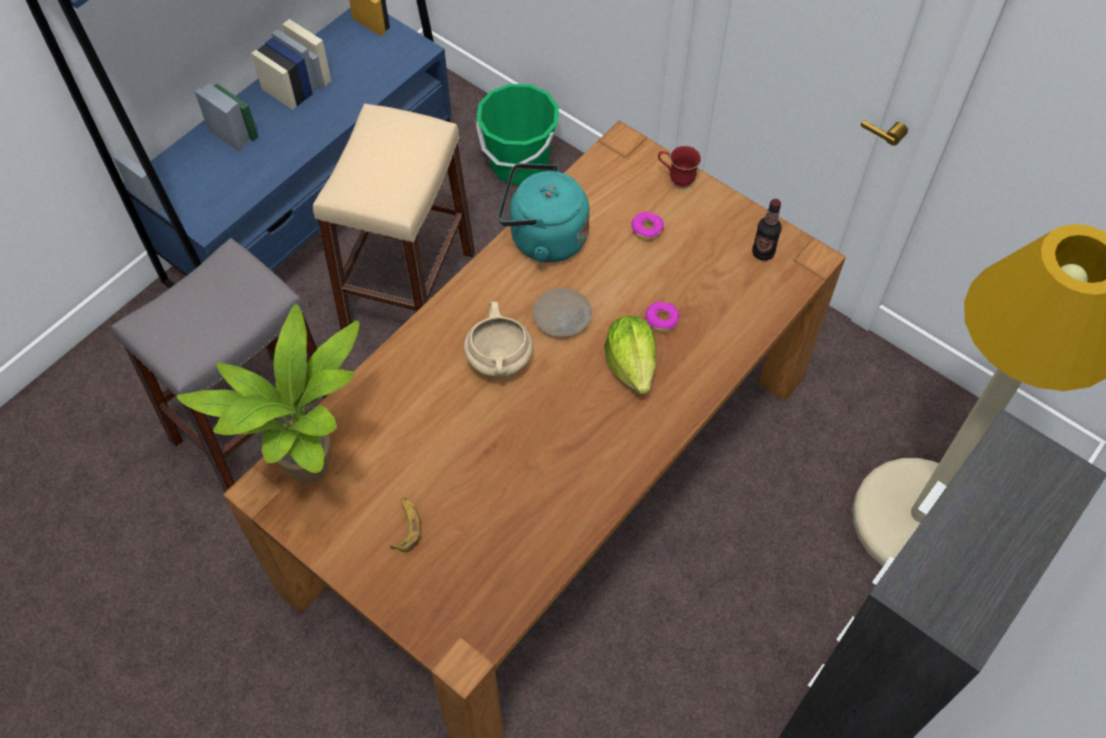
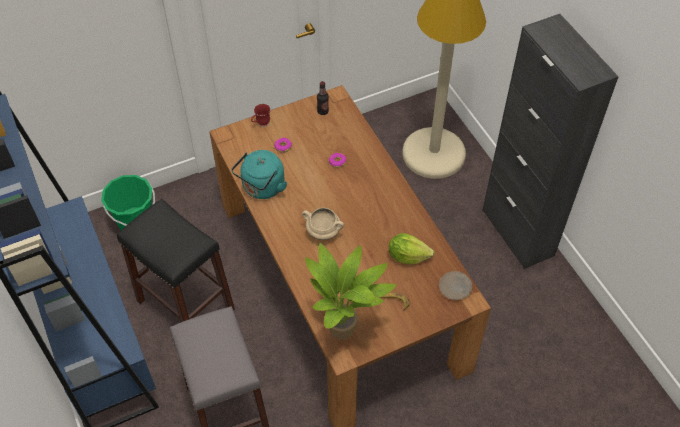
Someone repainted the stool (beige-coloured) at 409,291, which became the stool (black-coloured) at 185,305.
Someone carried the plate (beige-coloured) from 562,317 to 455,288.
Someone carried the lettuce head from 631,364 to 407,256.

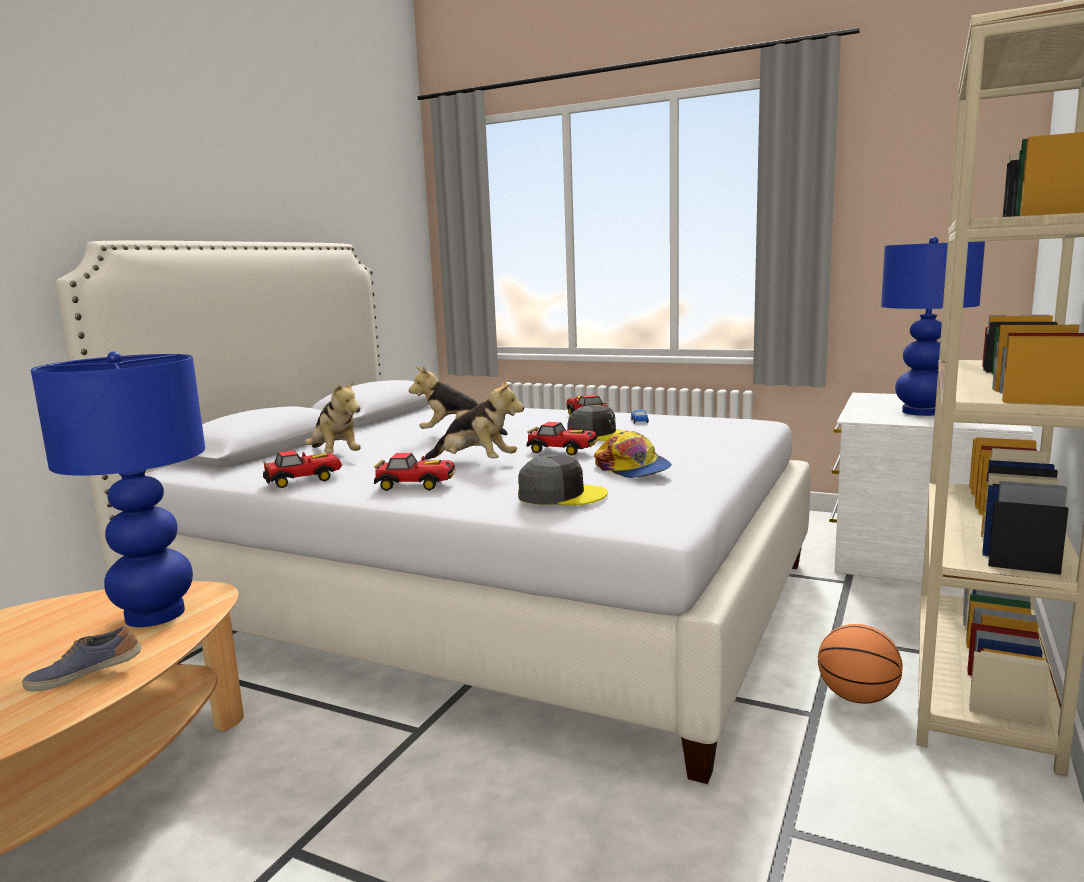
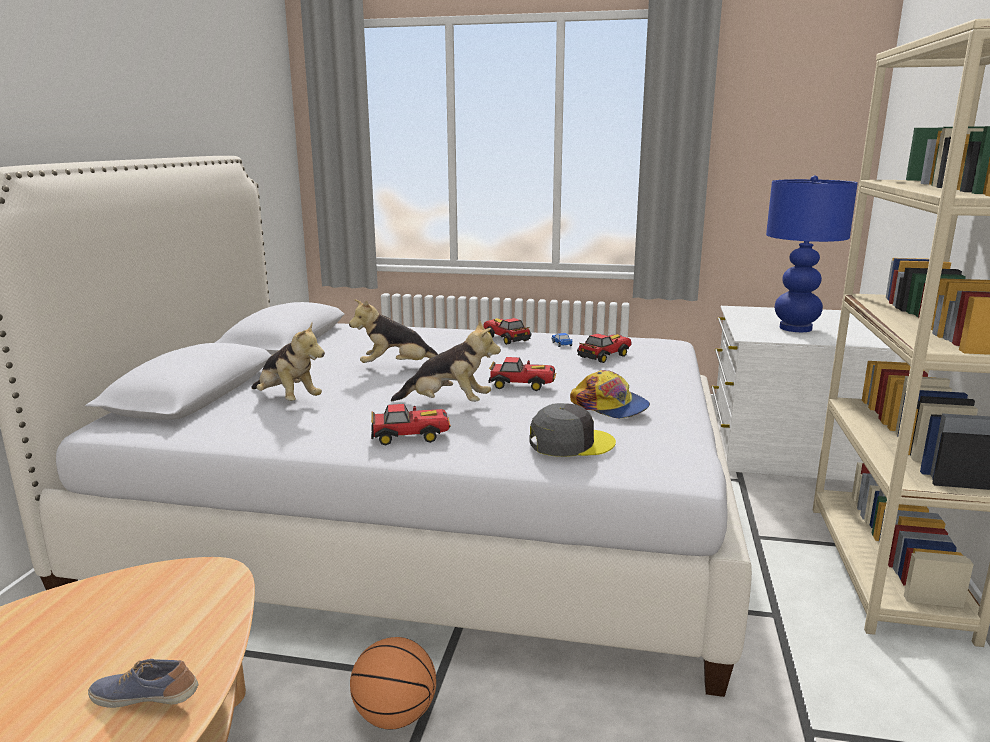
Someone took away the tabletop lamp (blue-coloured) at 154,614.
Someone took away the baseball cap (gray) at 598,434.
Someone carried the model car from 304,480 to 604,356.
Someone carried the ball for basketball from 857,698 to 395,716.
Someone rotated the shoe at 85,675 by 45 degrees clockwise.

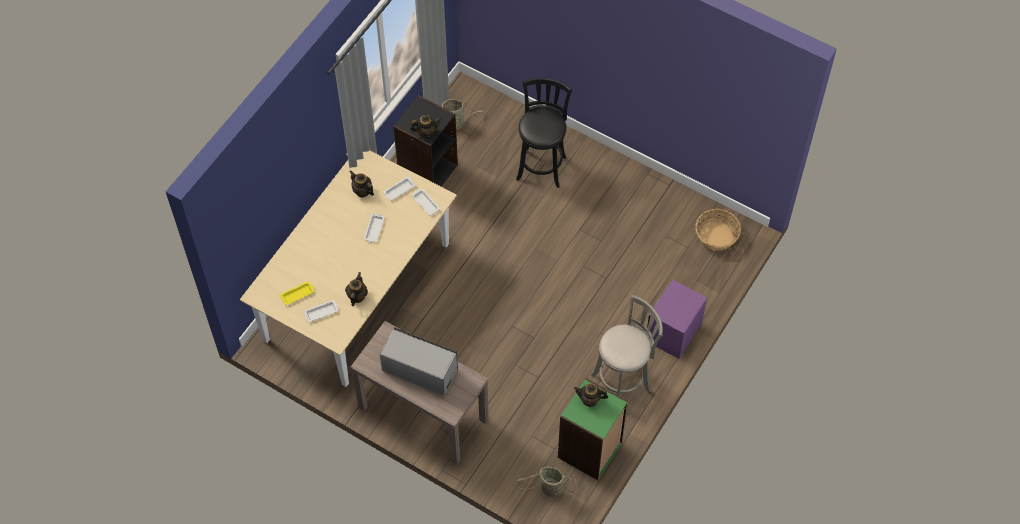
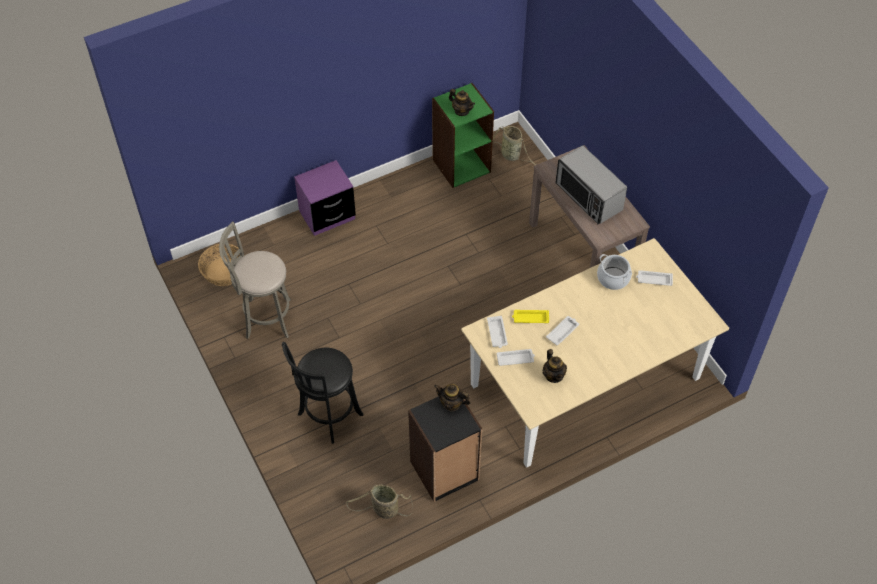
Someone swapped the teapot at 357,296 for the cooking pot at 613,278.
Someone carried the tray (yellow-coloured) from 298,294 to 530,318.
Someone carried the stool (gray) from 623,381 to 265,318.

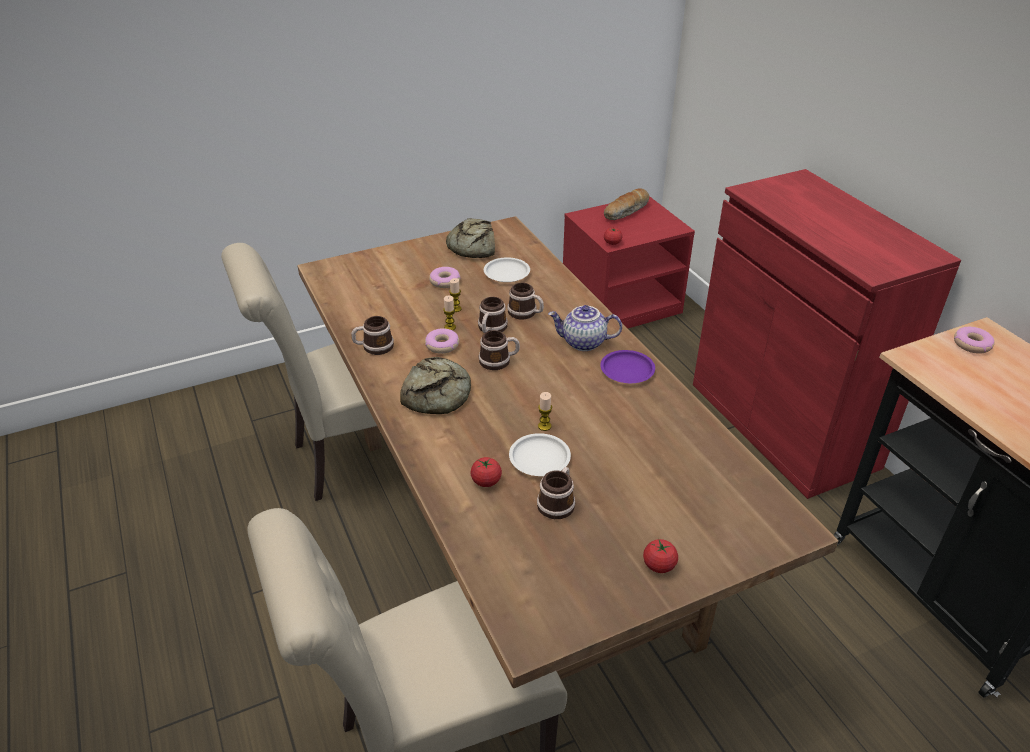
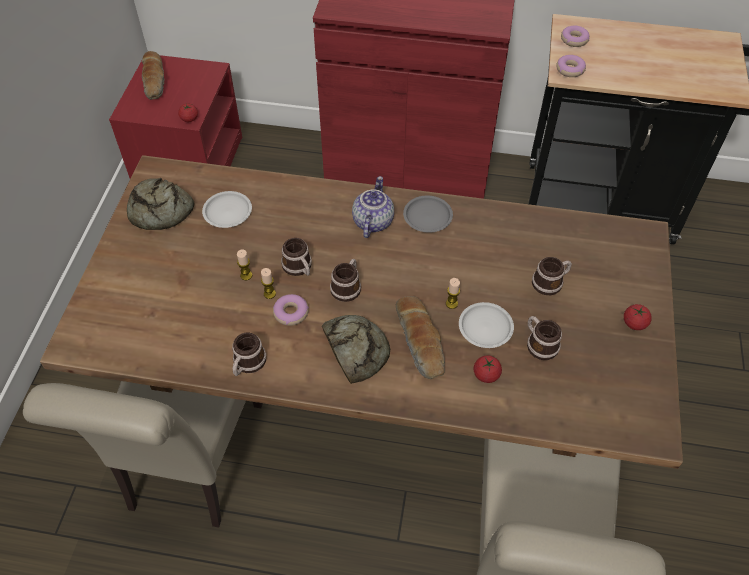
Someone carried the doughnut from 445,281 to 570,69.
Someone carried the mug from 526,313 to 550,282.
Someone rotated the teapot at 583,343 by 150 degrees clockwise.
Someone repainted the plate (purple-coloured) at 626,370, which became the plate (gray) at 427,217.
Someone put down the baked bread at 421,342.

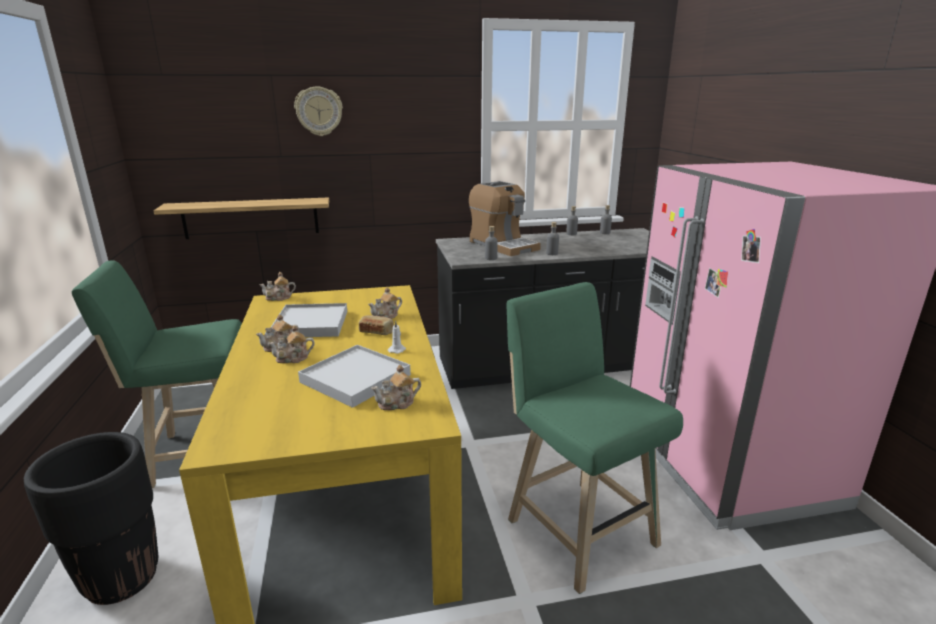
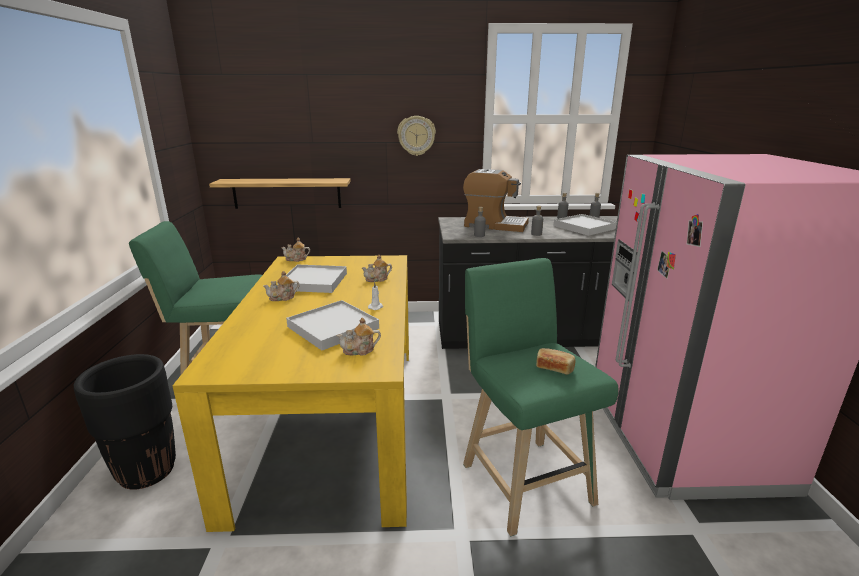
Someone carried the clock on the wall from 319,111 to 416,135.
Someone rotated the coffee maker at 502,245 by 45 degrees counterclockwise.
Someone carried the baked bread from 376,332 to 554,368.
Someone took away the teapot at 293,358.
Someone put down the tray (white-coloured) at 584,227.

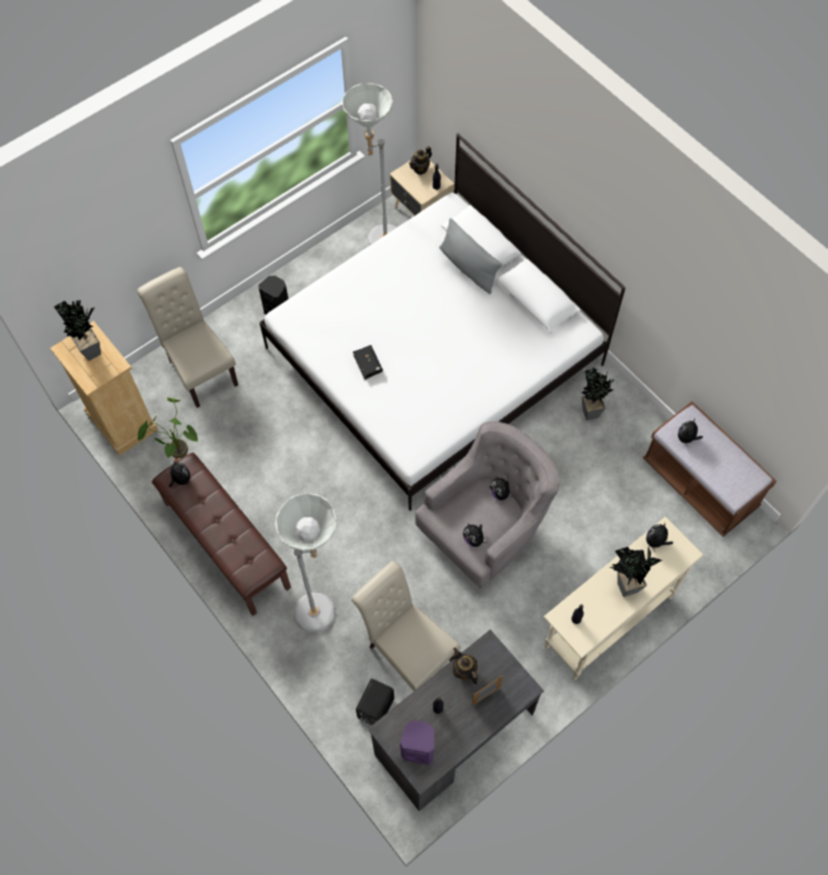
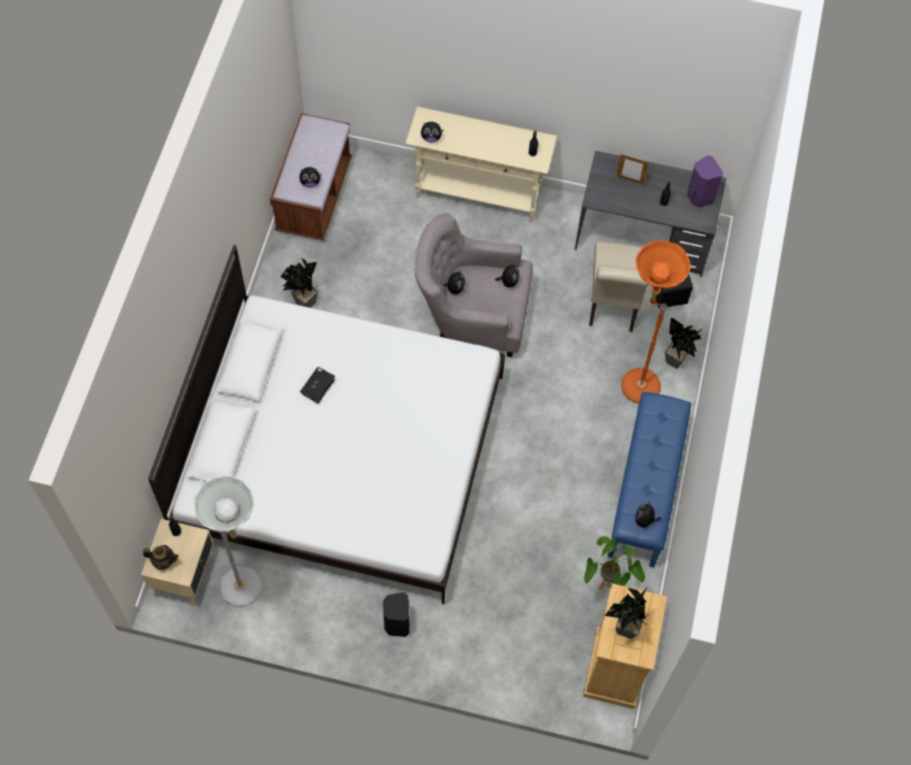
Someone took away the throw pillow (gray) at 468,268.
Someone took away the upright chair (beige-coloured) at 200,369.
Someone carried the volume (black-coloured) from 367,364 to 318,387.
Someone repainted the long seat (brown-coloured) at 225,545, which became the long seat (blue-coloured) at 645,491.
Someone repainted the floor lamp (gray) at 323,611, which became the floor lamp (orange) at 634,380.
Someone carried the plant in a pot from 623,586 to 676,363.
Someone took away the teapot at 464,671.

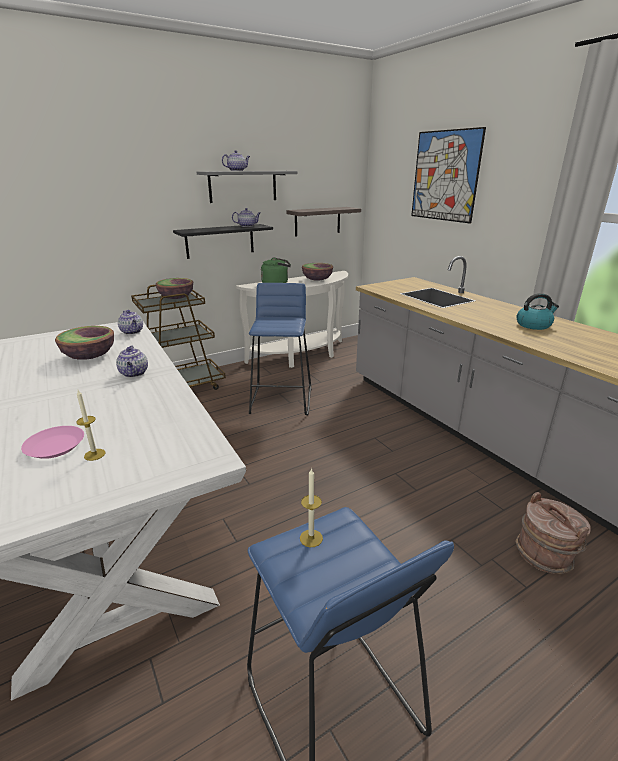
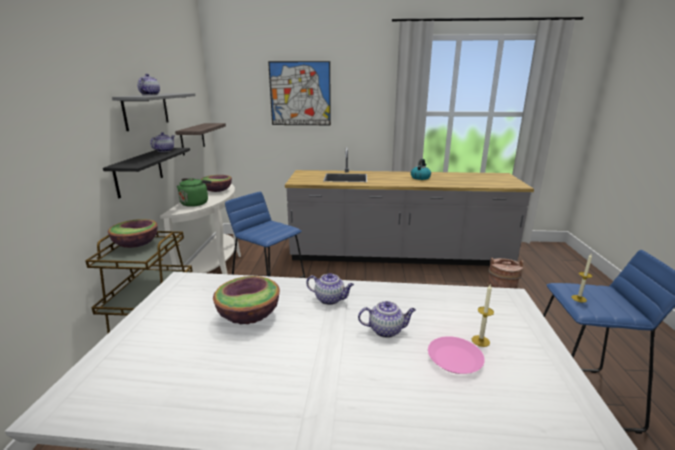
Someone carried the teapot from 132,332 to 386,330.

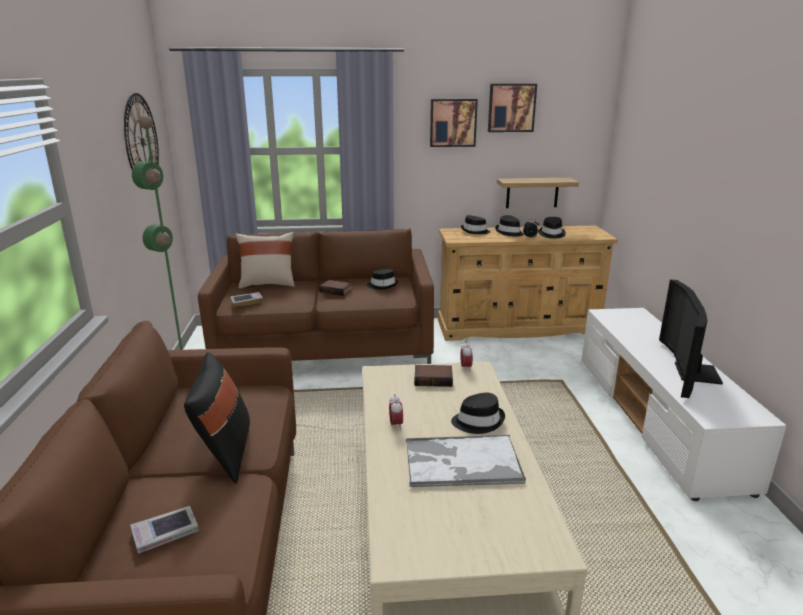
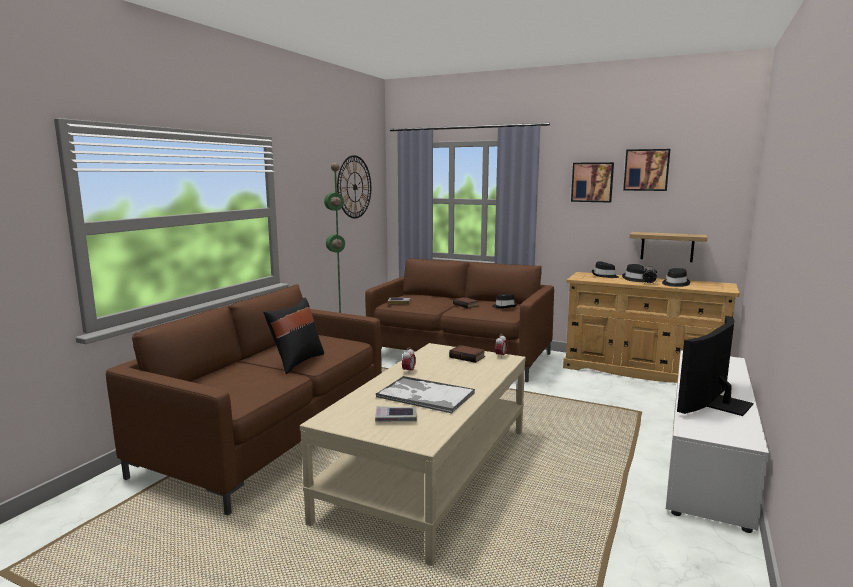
Someone took away the throw pillow (beige-coloured) at 268,284.
Someone took away the clothing hat (black-coloured) at 478,421.
Someone carried the volume from 165,533 to 396,418.

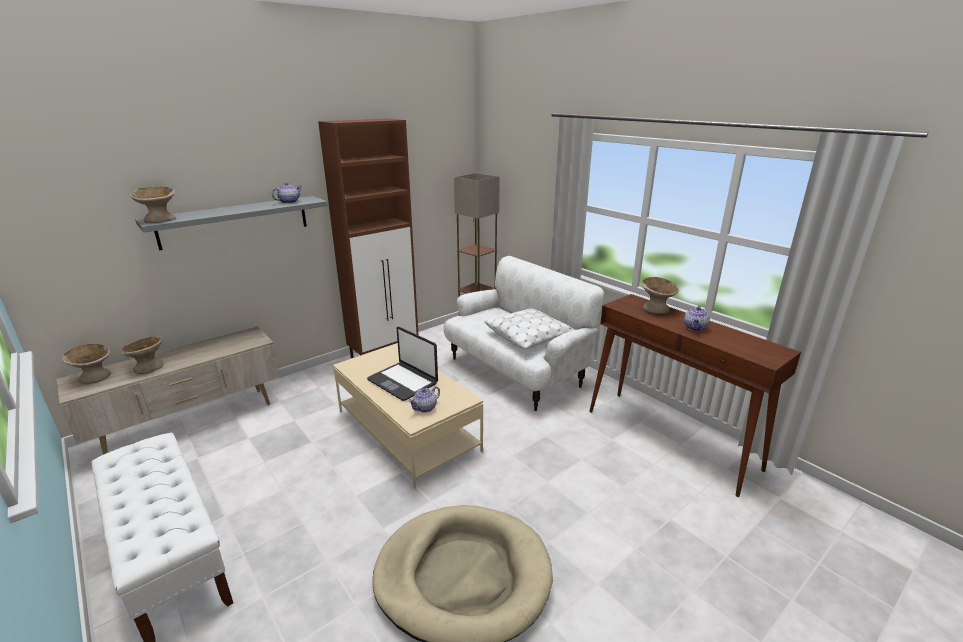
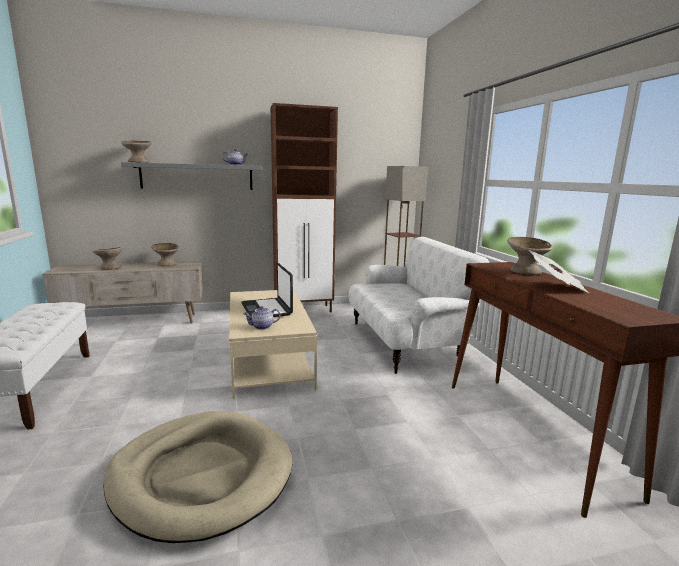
Someone swapped the teapot at 695,328 for the printed paper at 556,286.
Someone took away the throw pillow (white-coloured) at 529,336.
Someone carried the deep dish (beige-coloured) from 95,377 to 167,264.

